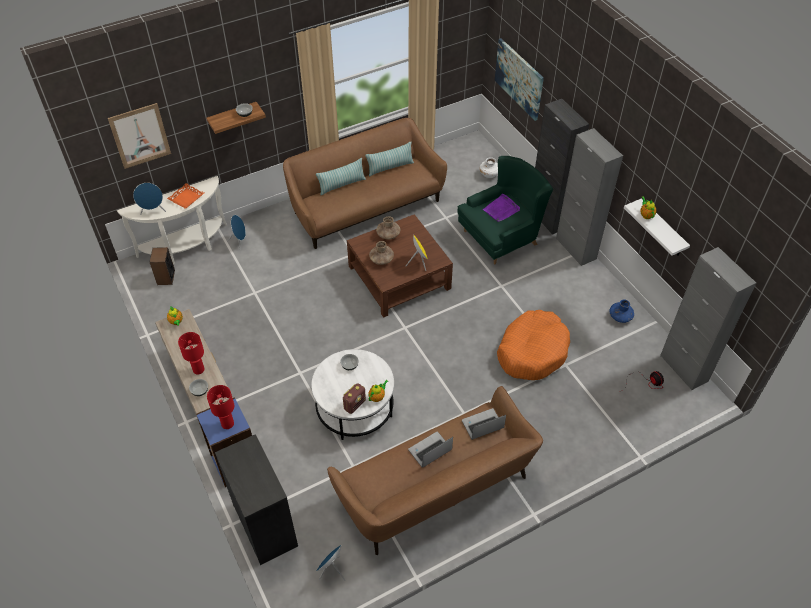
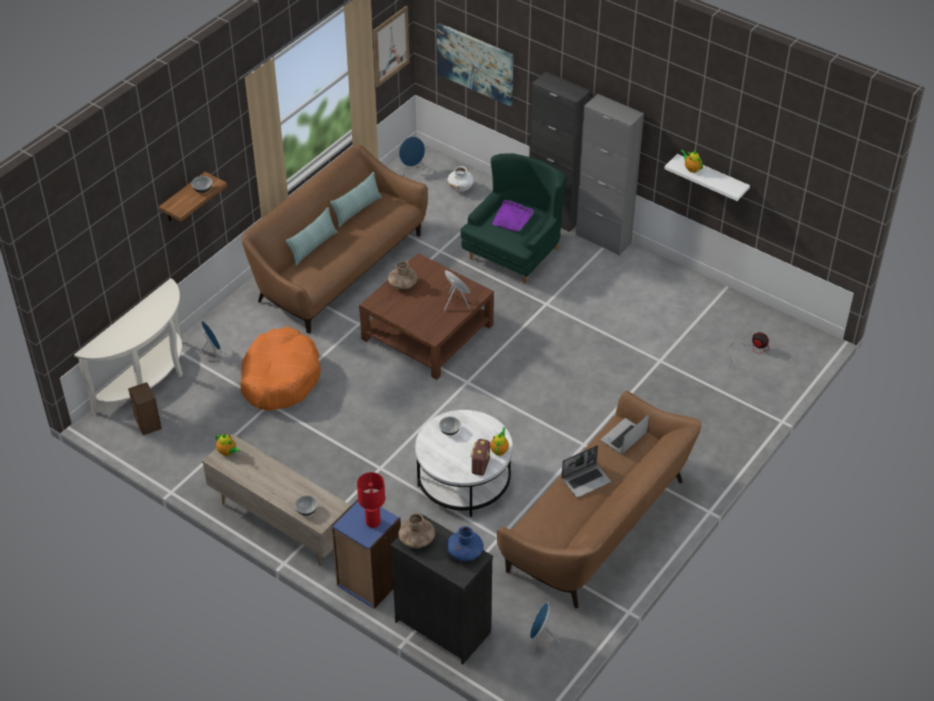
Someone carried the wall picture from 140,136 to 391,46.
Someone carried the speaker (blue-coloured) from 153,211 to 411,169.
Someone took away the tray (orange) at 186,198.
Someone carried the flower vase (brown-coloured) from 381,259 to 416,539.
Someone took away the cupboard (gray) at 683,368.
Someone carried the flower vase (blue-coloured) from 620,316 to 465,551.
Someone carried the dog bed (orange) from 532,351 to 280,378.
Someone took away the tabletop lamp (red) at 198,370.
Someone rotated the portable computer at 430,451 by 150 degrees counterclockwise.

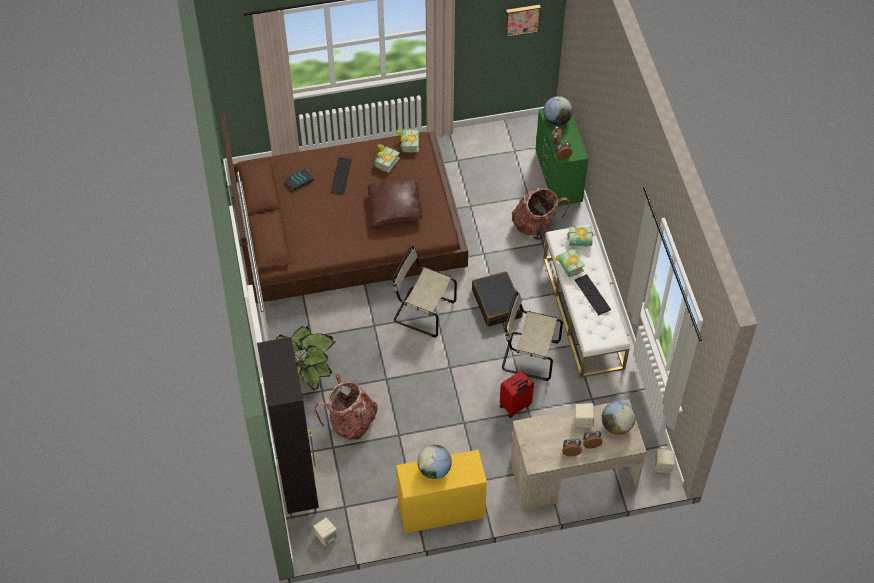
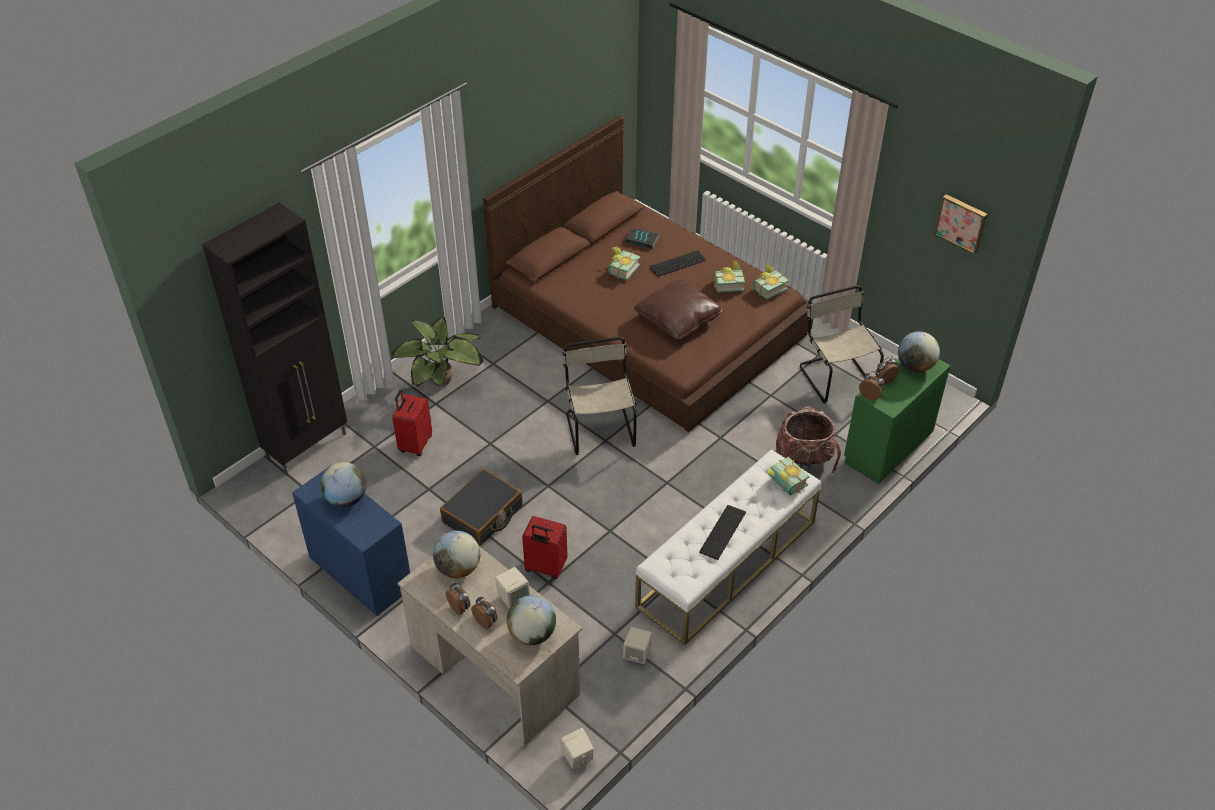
Someone carried the volume from 567,267 to 621,269.
Someone carried the suitcase (black-coloured) from 497,303 to 483,515.
Someone carried the upright chair (beige-coloured) from 528,355 to 835,376.
Someone swapped the backpack at 351,422 for the suitcase (red) at 415,444.
Someone repainted the chest of drawers (yellow-coloured) at 440,509, which became the chest of drawers (blue-coloured) at 361,571.
Someone carried the speaker (beige-coloured) from 326,536 to 637,654.
Someone put down the world globe at 458,568.

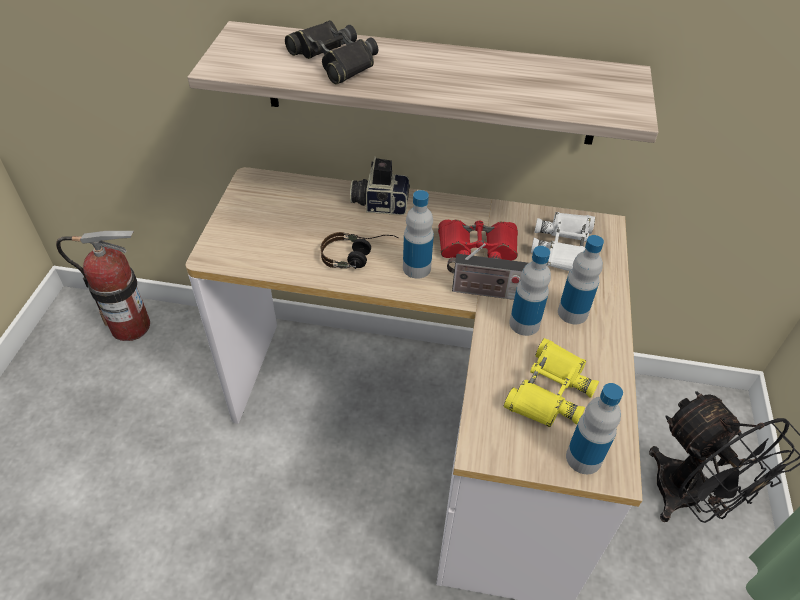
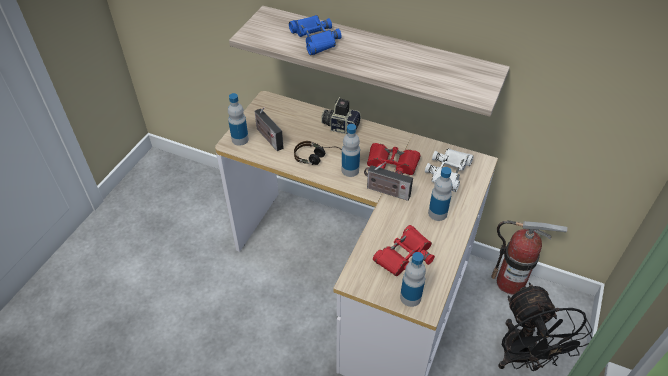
Someone repainted the binoculars (black-coloured) at 334,60, which became the binoculars (blue-coloured) at 315,39.
Someone carried the fire extinguisher from 130,326 to 510,282.
Someone carried the bottle from 524,323 to 240,139.
Someone repainted the binoculars (yellow-coloured) at 549,391, which became the binoculars (red) at 405,256.
Someone put down the radio receiver at 268,137.

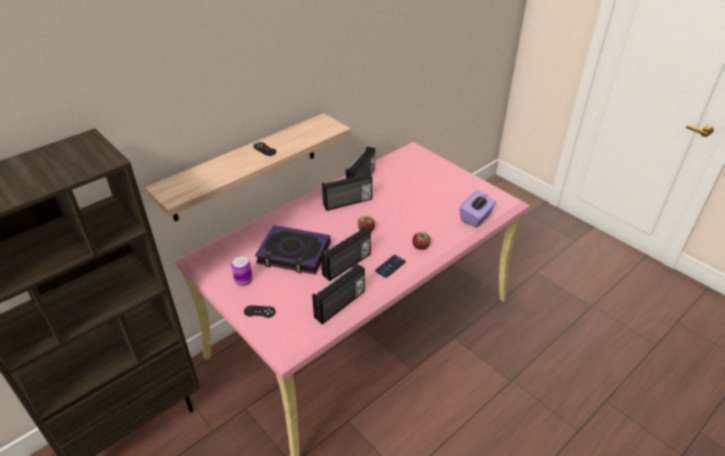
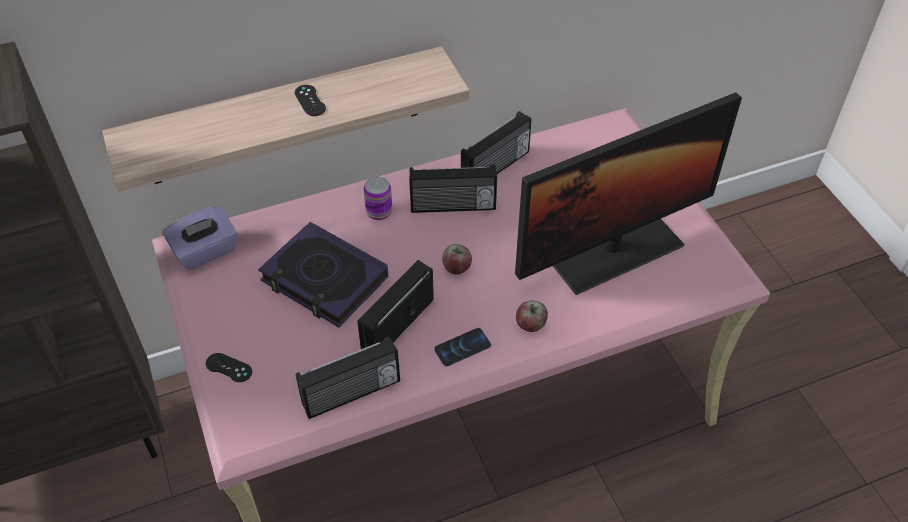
Someone carried the tissue box (purple-coloured) from 476,218 to 206,251.
Someone rotated the radio receiver at 347,265 by 150 degrees clockwise.
Someone carried the can from 243,280 to 379,211.
Someone put down the computer display at 614,250.

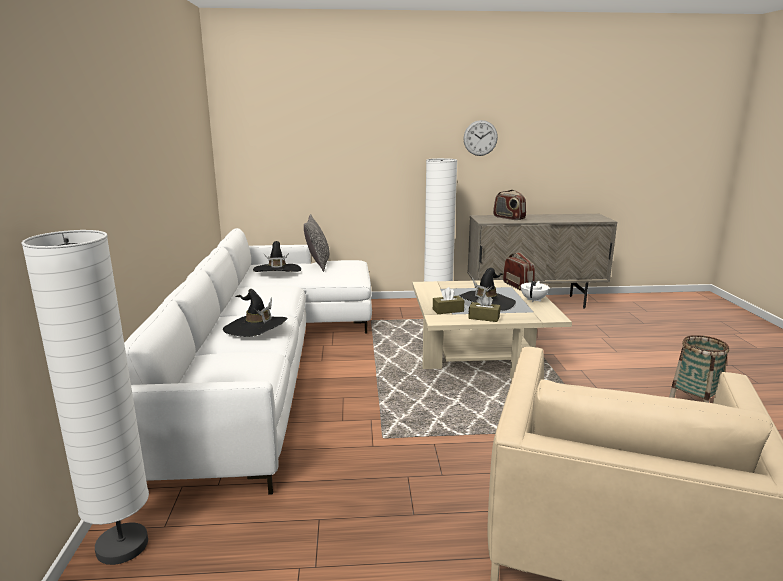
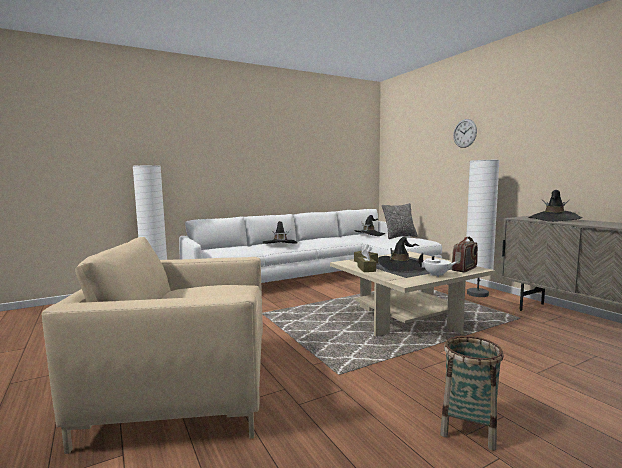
Someone carried the clock on the wall from 480,138 to 464,133.
Someone swapped the radio receiver at 508,218 for the clothing hat (black-coloured) at 554,219.

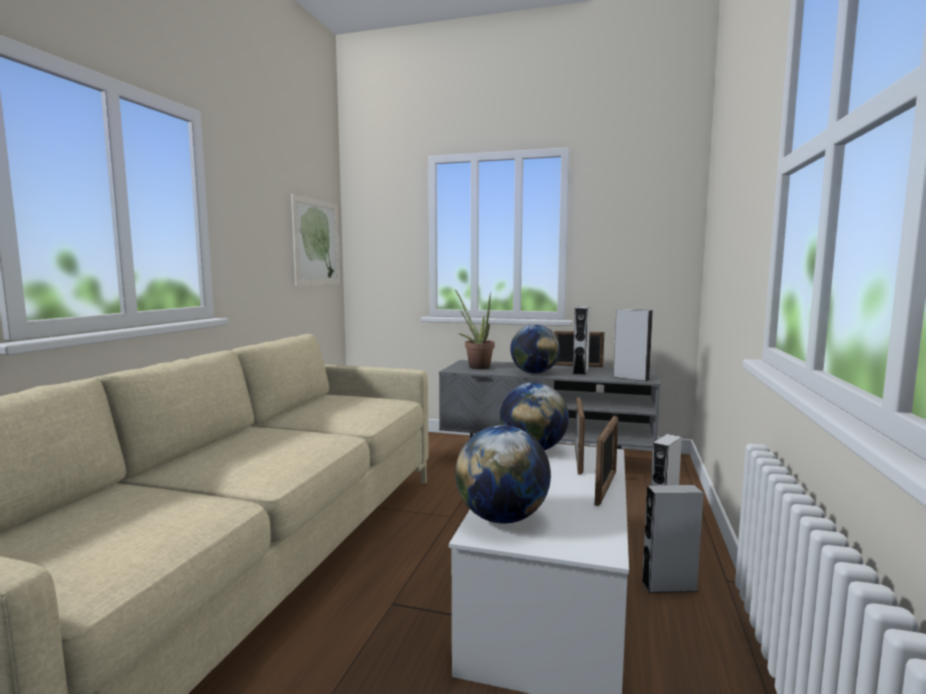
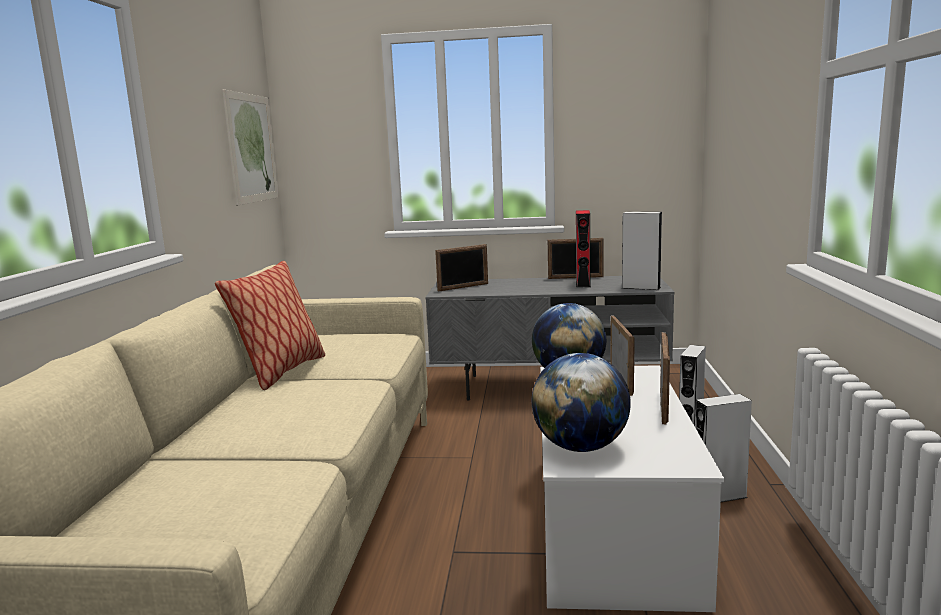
Someone swapped the plant in a pot at 476,366 for the picture frame at 463,287.
Someone repainted the speaker (gray) at 580,371, which became the speaker (red) at 583,284.
Someone took away the world globe at 534,373.
Someone put down the throw pillow at 282,372.

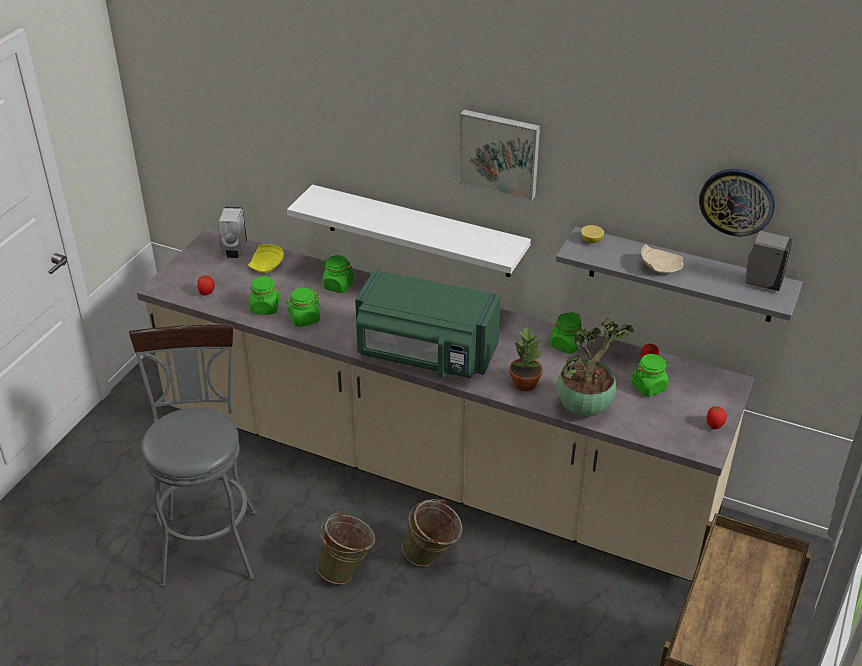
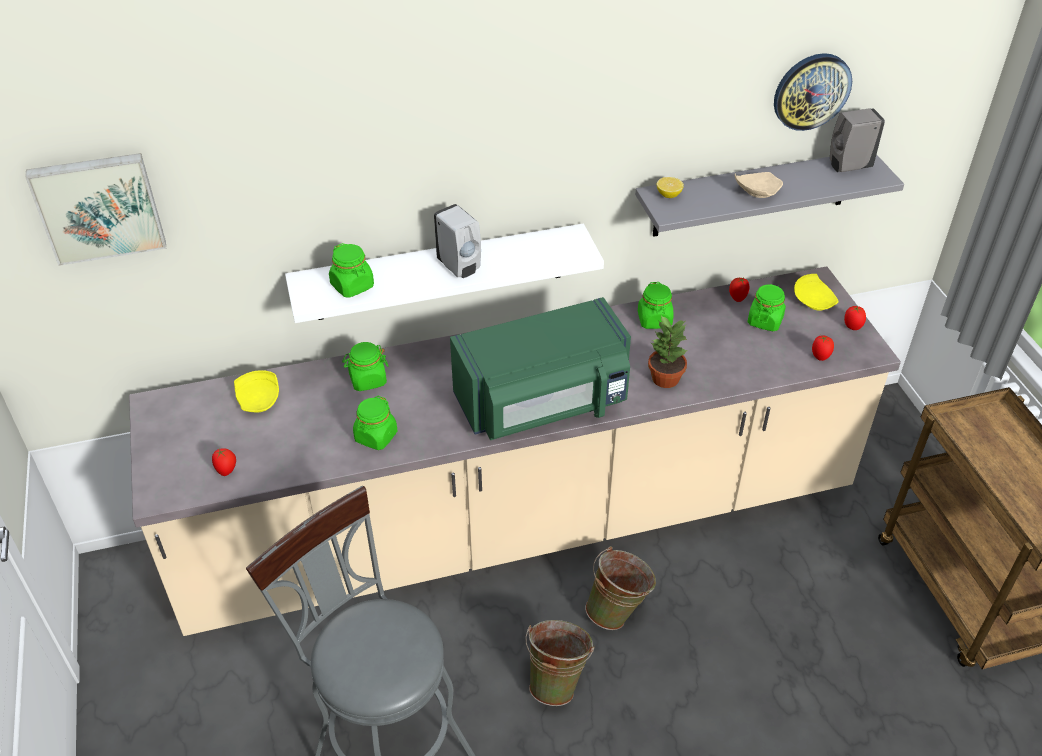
Someone carried the wall picture from 500,153 to 98,206.
Someone carried the soap dispenser (white-coloured) from 235,251 to 460,267.
Someone carried the jar (greenish) from 265,308 to 352,286.
Someone took away the plant in a pot at 585,408.
Someone put down the plate (yellow-coloured) at 814,300.
Someone put down the tomato at 820,356.

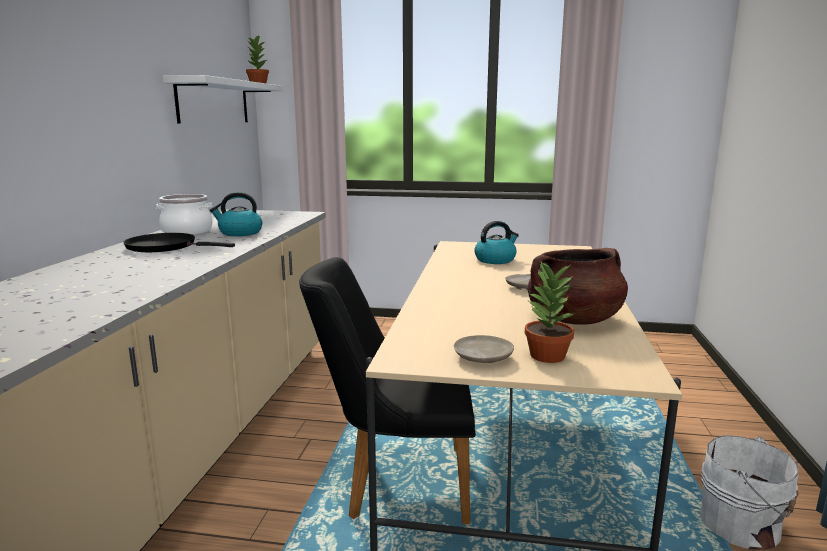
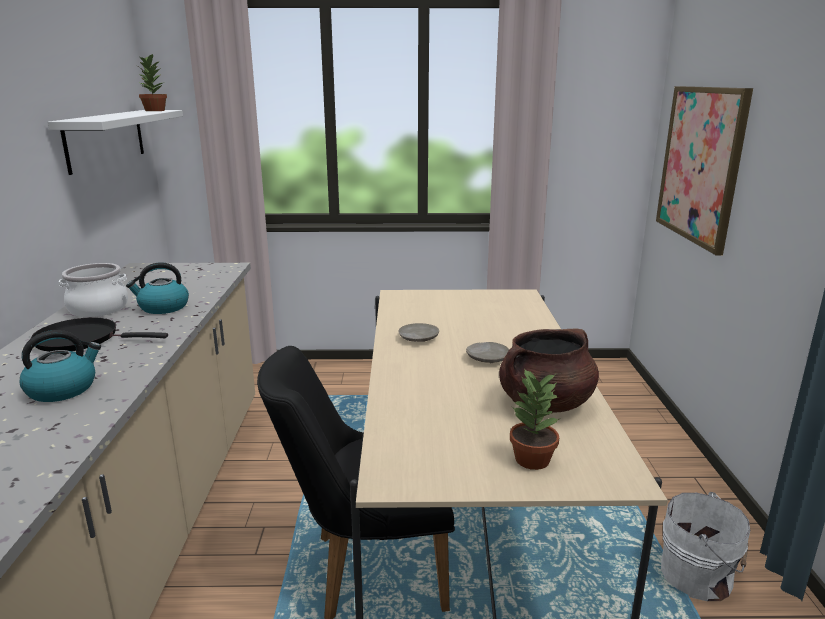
Someone carried the tea kettle from 495,260 to 63,389.
Someone carried the plate (beige-coloured) from 482,358 to 418,338.
Someone put up the wall picture at 700,164.

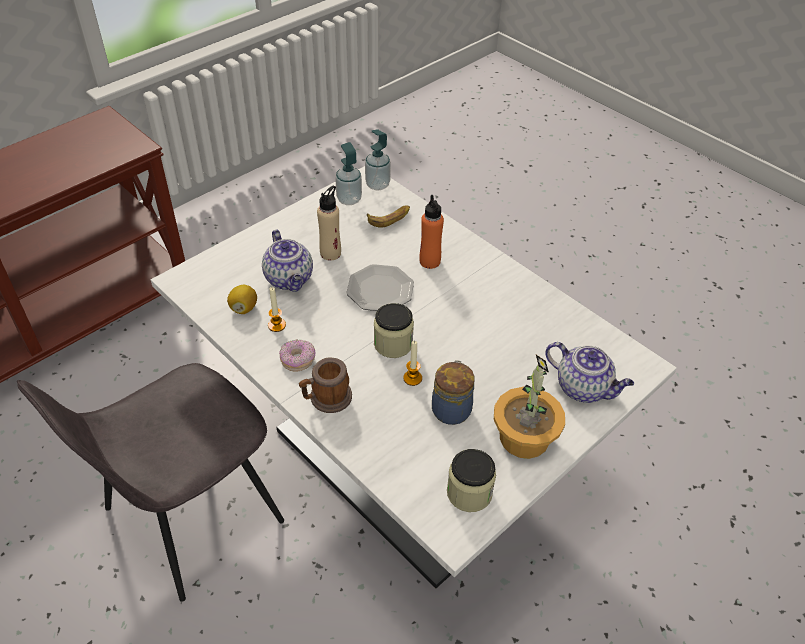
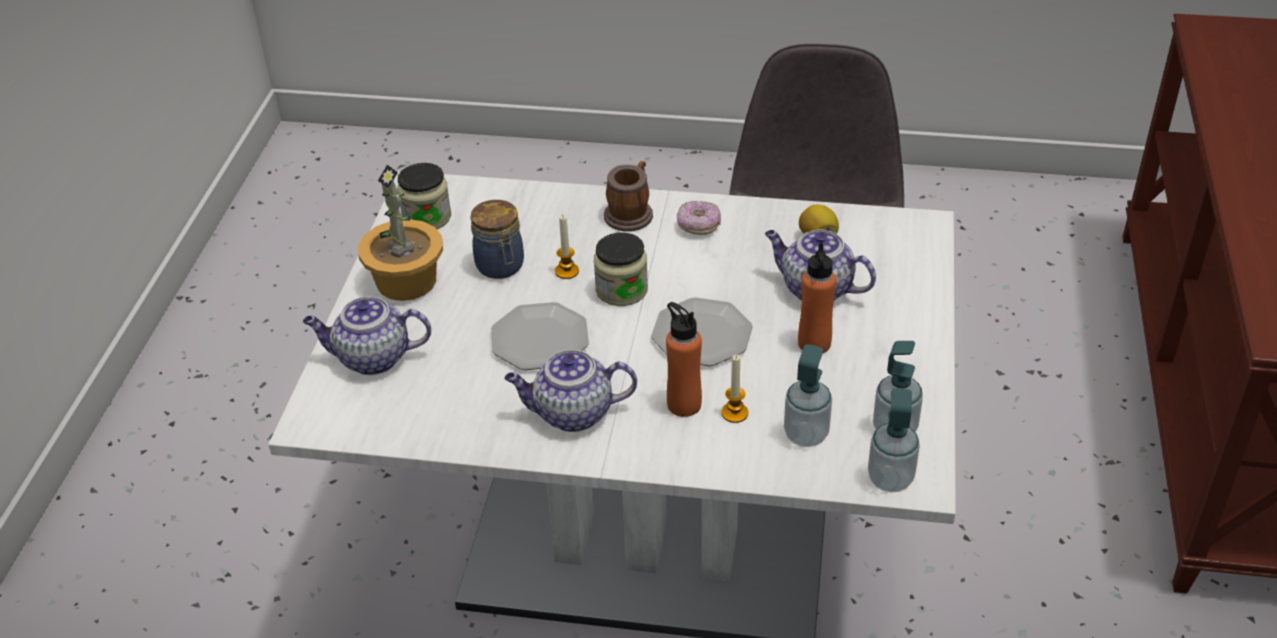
Someone repainted the bottle (beige-coloured) at 330,253, which became the bottle (orange) at 814,343.
Someone swapped the whole banana at 389,218 for the soap dispenser at 806,435.
Someone carried the wax light from 277,325 to 734,413.
Someone put down the plate at 539,340.
Someone put down the teapot at 572,414.

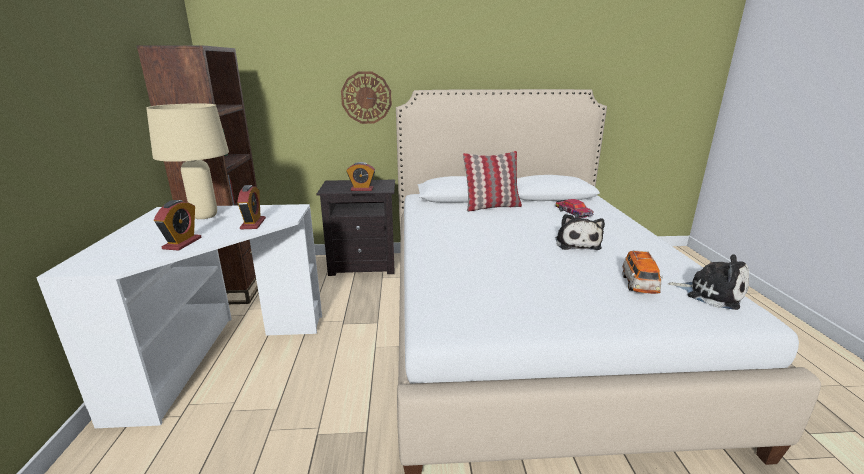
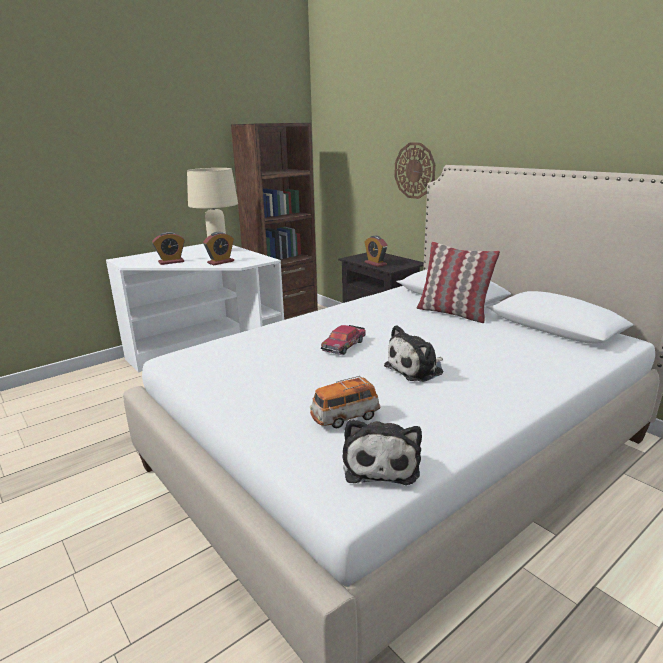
Someone carried the model car from 573,213 to 344,345.

